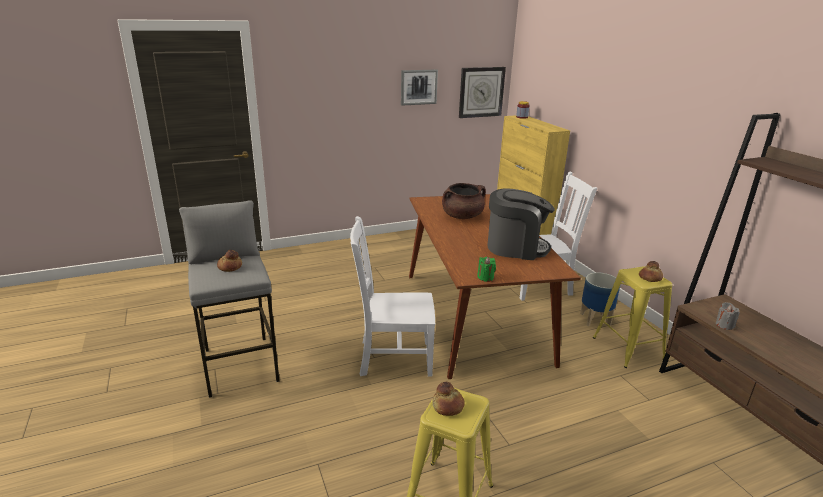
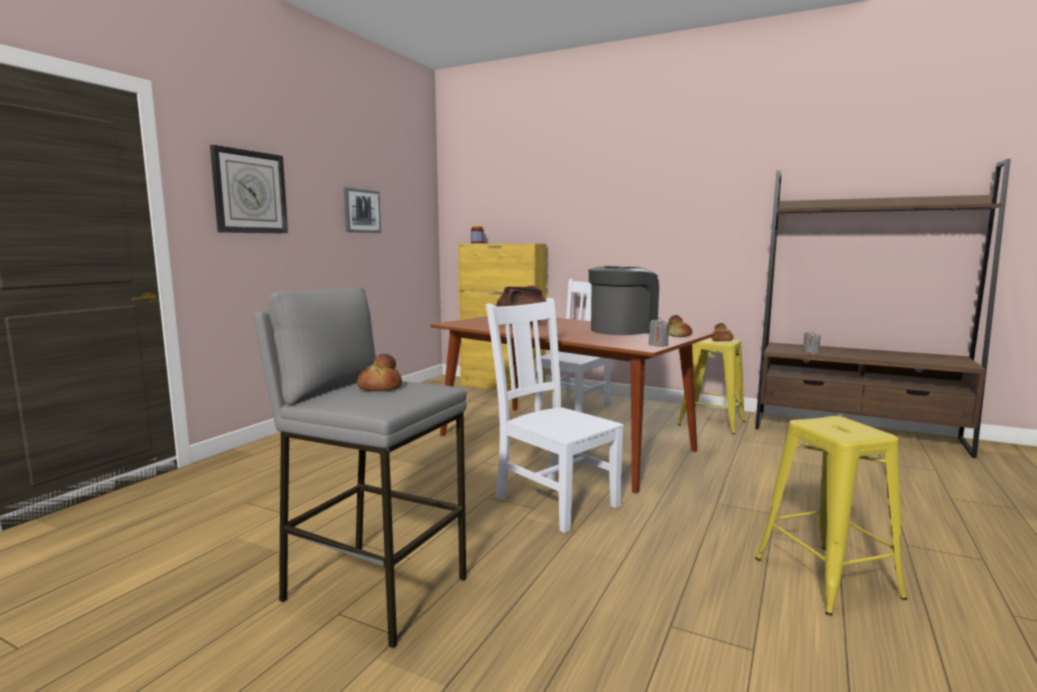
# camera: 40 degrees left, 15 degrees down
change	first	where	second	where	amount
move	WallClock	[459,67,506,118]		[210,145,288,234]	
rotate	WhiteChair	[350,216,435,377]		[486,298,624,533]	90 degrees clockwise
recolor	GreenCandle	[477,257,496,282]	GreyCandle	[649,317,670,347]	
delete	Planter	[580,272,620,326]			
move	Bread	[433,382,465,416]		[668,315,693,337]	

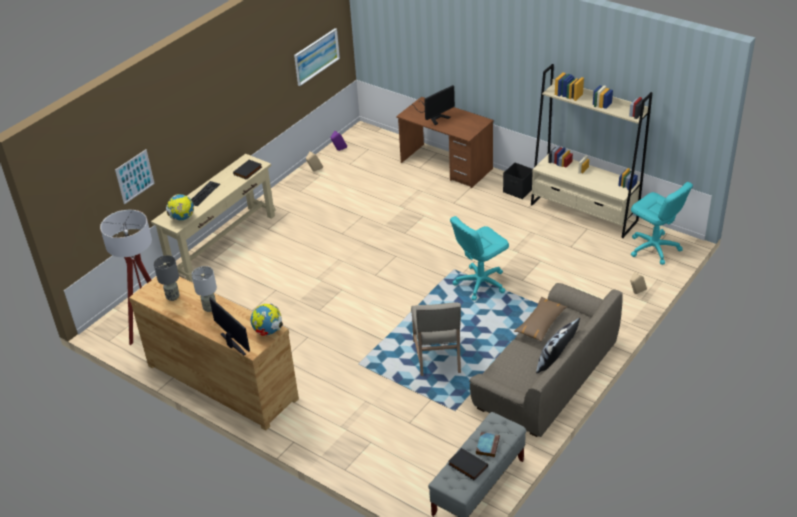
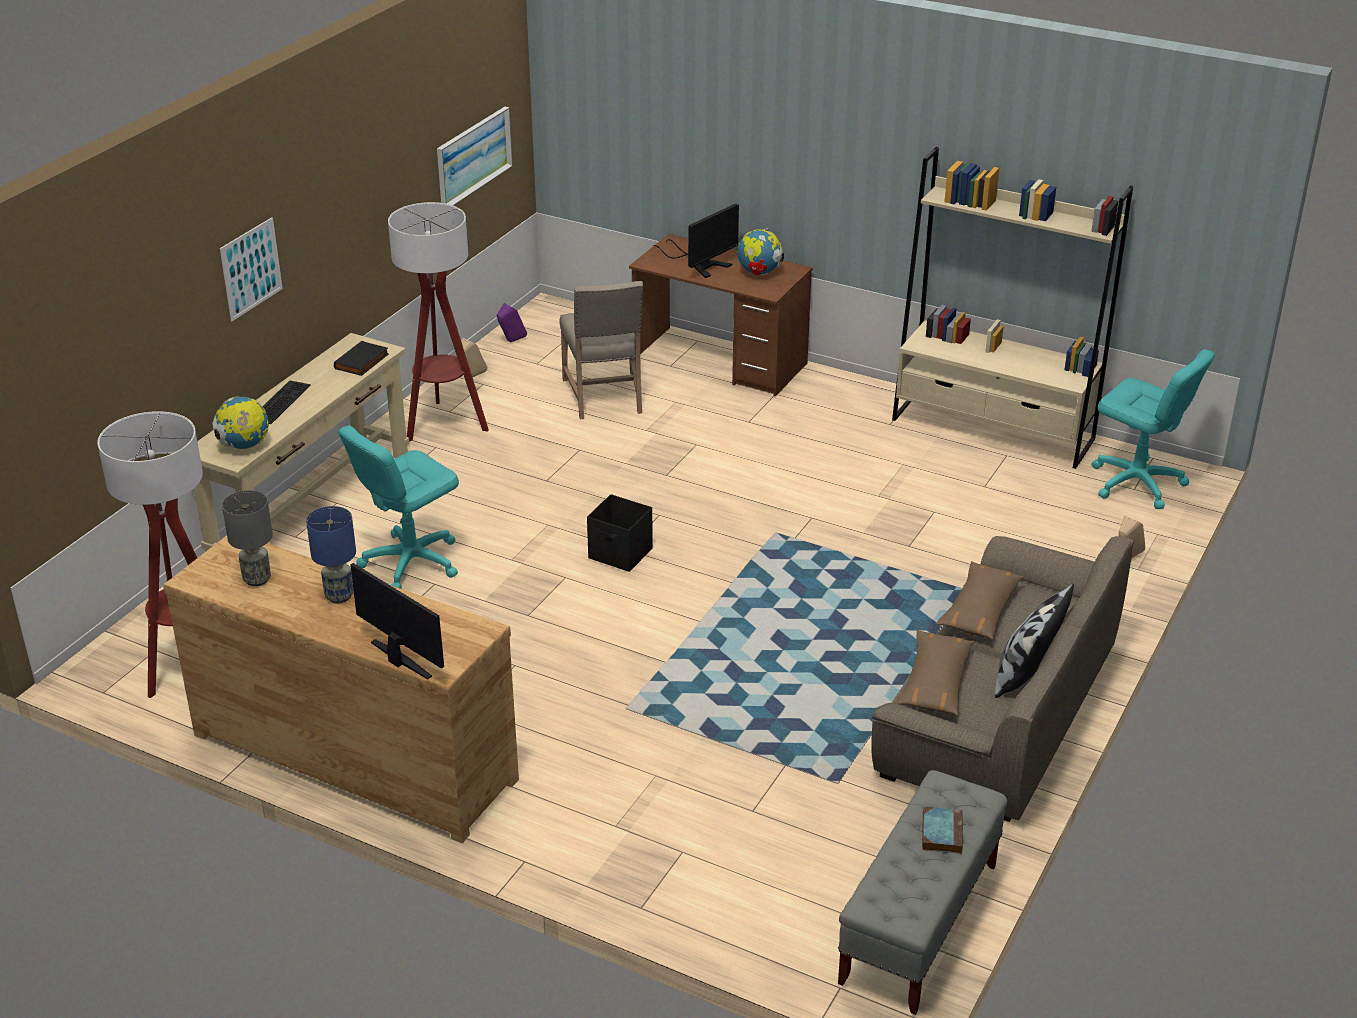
# camera: 10 degrees left, 5 degrees down
change	first	where	second	where	amount
move	Picture	[115,149,155,204]		[220,217,283,321]	
move	BlackStorageBox	[503,163,533,199]		[587,494,653,572]	
move	TurquoiseOfficeChair	[450,216,509,301]		[338,425,459,589]	
recolor	GreyTableLamp	[191,266,217,312]	BlueTableLamp	[306,506,356,603]	
move	BeigeChair	[411,302,461,376]		[559,281,643,420]	
move	Globe	[251,303,283,336]		[737,228,784,275]	
delete	BlackBook	[448,448,488,481]			
insert			FloorLamp	[388,202,489,442]	
insert			BrownPillow	[896,630,975,715]	

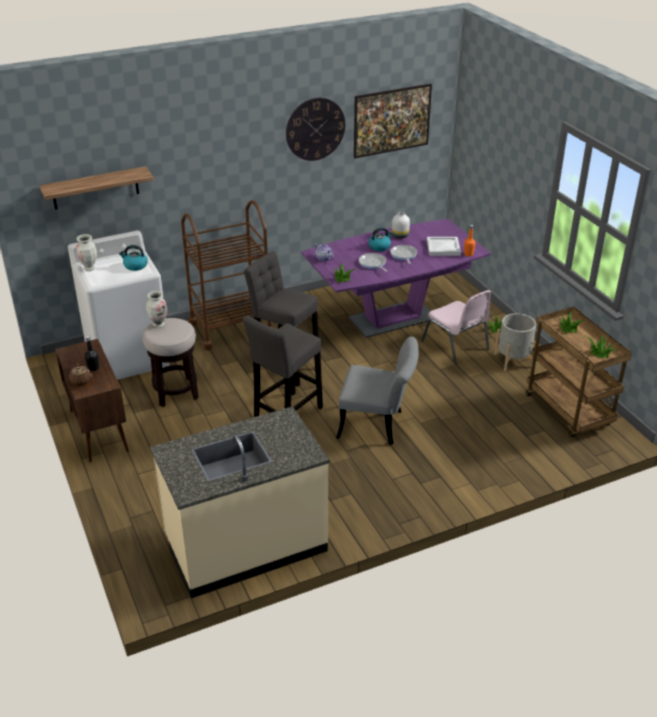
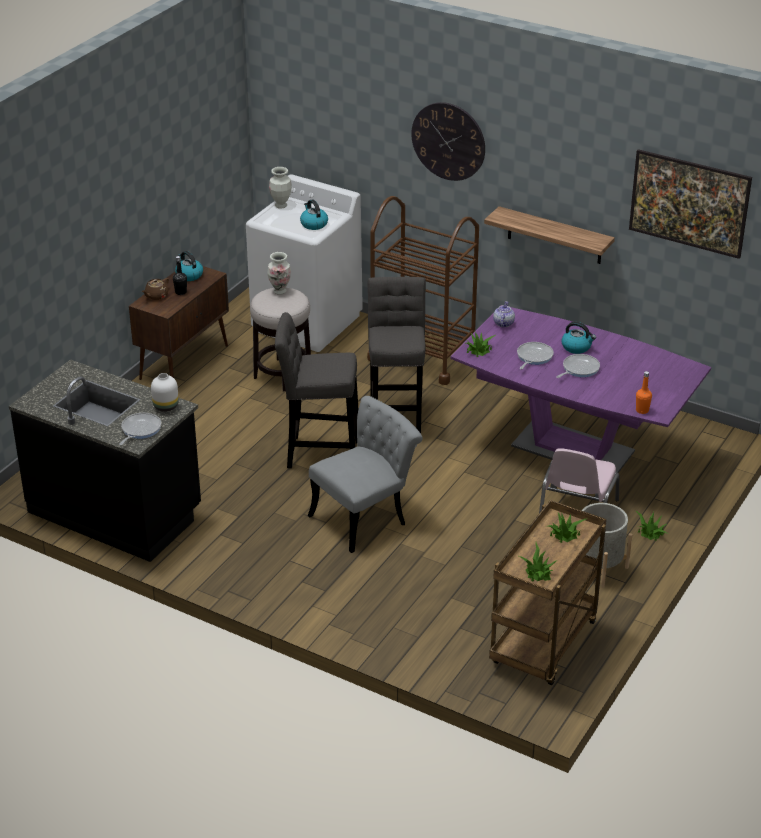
# camera: 55 degrees right, 0 degrees up
change	first	where	second	where	amount
move	WallClock	[286,98,345,161]		[411,102,485,181]	
move	Shelf	[39,166,154,210]		[484,206,615,264]	
move	WhiteVase	[392,212,410,239]		[151,373,179,412]	
delete	WhiteTray	[427,237,461,256]			
rotate	GreyChair	[336,337,419,445]		[308,396,423,553]	105 degrees counterclockwise
recolor	BeigeCounter	[150,406,330,598]	BlackCounter	[9,359,201,562]	
insert			Kettle	[175,251,203,281]	
insert			FryingPan	[119,413,161,445]	

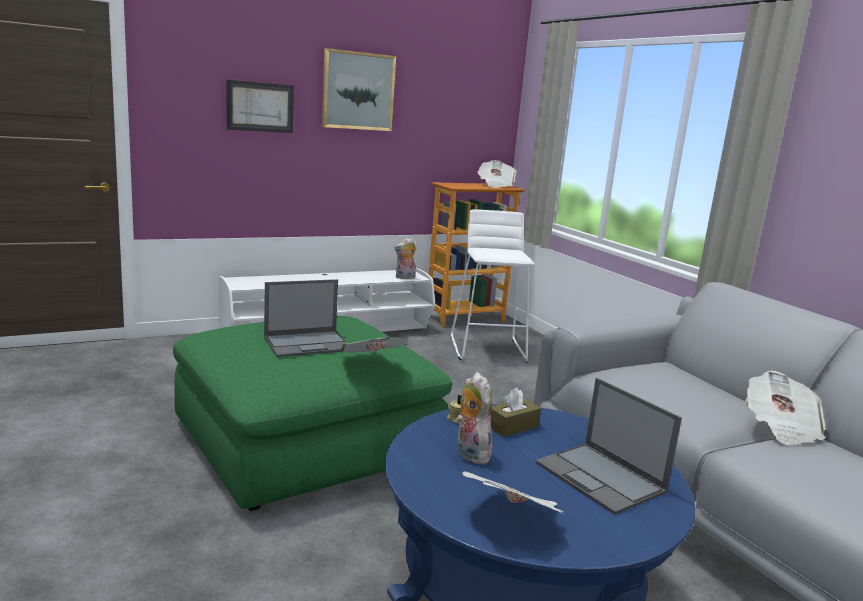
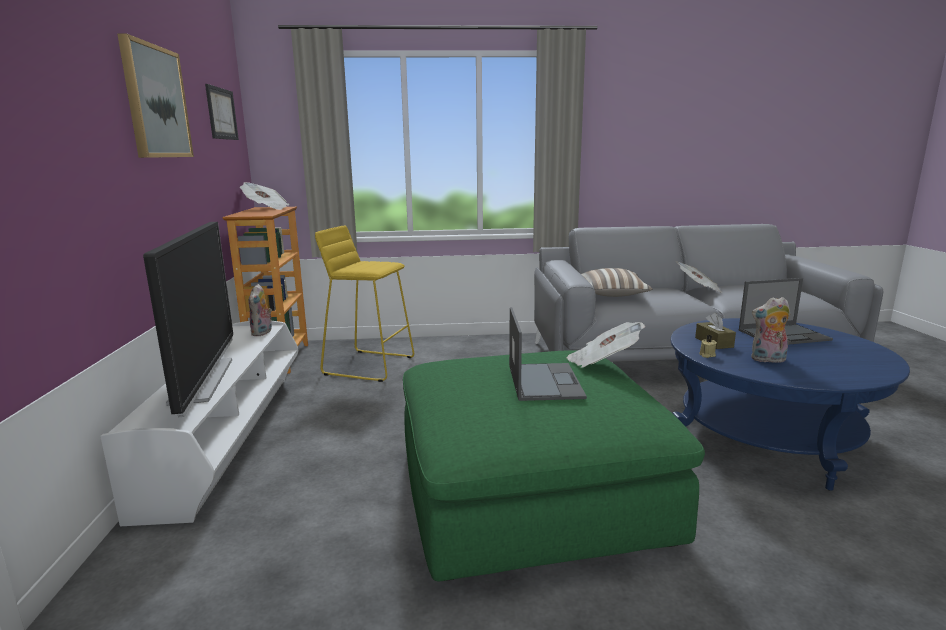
# camera: 65 degrees left, 0 degrees up
change	first	where	second	where	amount
move	Picture	[227,80,294,133]		[205,84,239,140]	
recolor	WhiteStool	[451,209,534,363]	YellowStool	[315,225,414,382]	
delete	Newspaper	[462,471,563,513]			
insert			Television	[143,222,233,417]	
insert			Pillow	[581,268,652,297]	

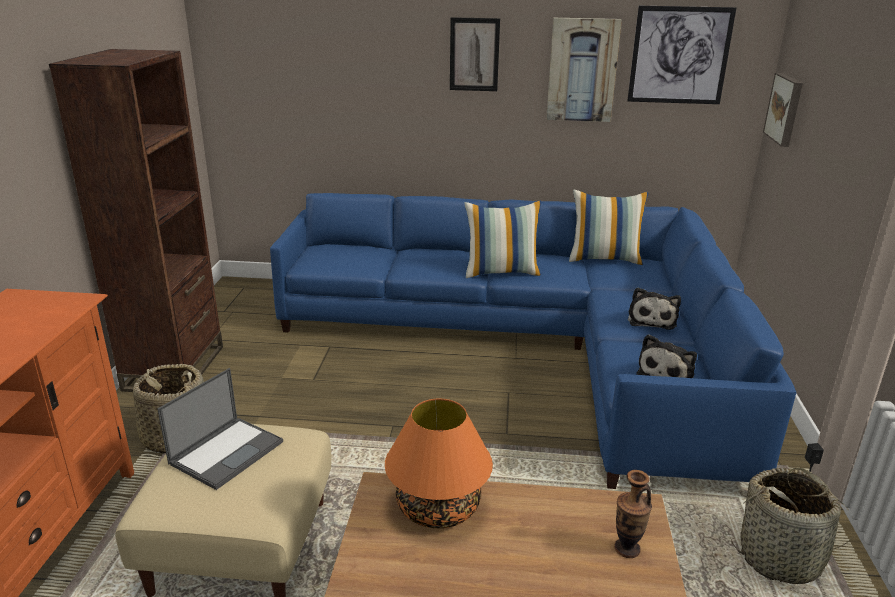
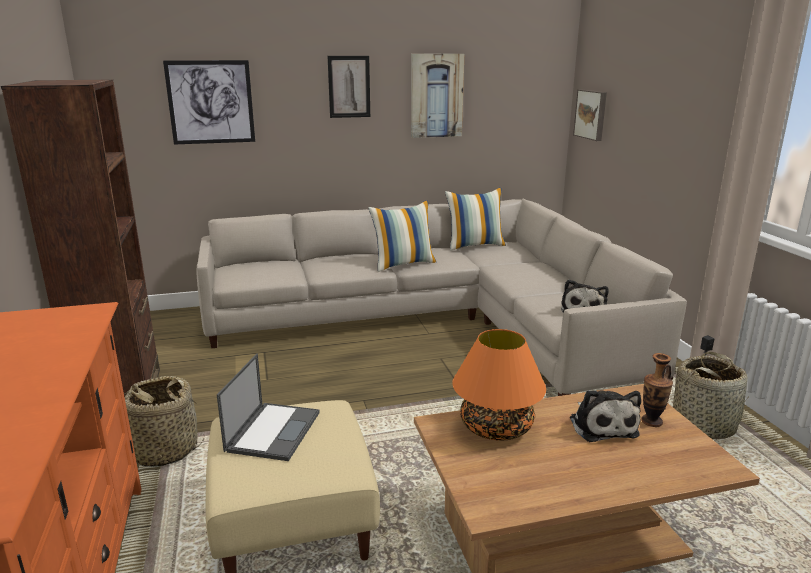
# camera: 20 degrees left, 5 degrees down
change	first	where	second	where	amount
move	Picture	[627,6,736,104]		[163,60,255,144]	
recolor	BlueSofa	[270,193,796,489]	BeigeSofa	[196,199,687,396]	
move	PlushToy	[628,288,681,330]		[570,390,641,442]	

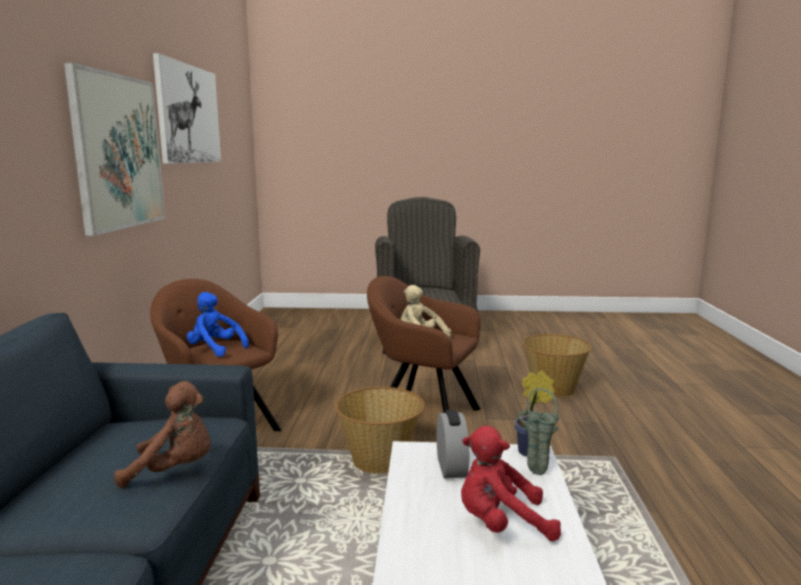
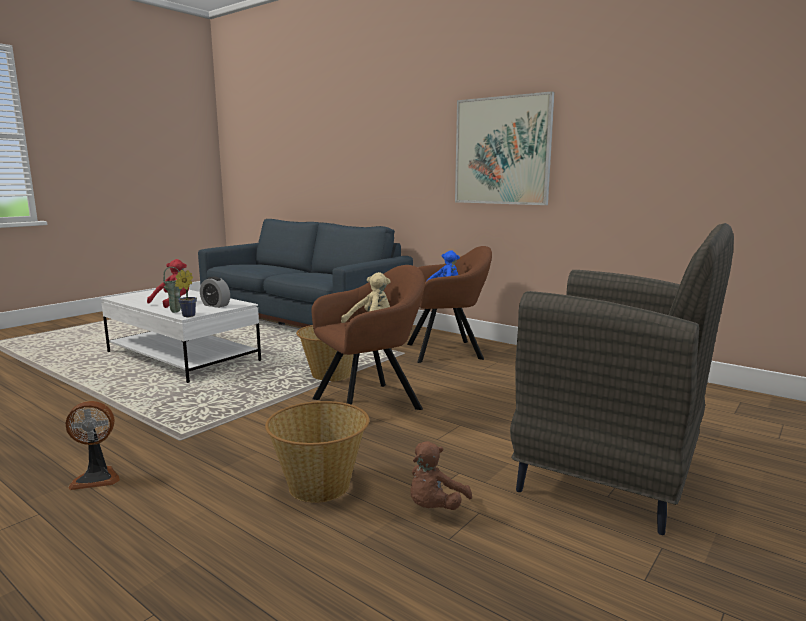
# camera: 125 degrees right, 0 degrees up
change	first	where	second	where	amount
delete	Picture	[153,53,221,164]			
move	BrownPlushToy	[114,381,211,488]		[410,441,472,510]	
insert			Fan	[65,401,120,490]	

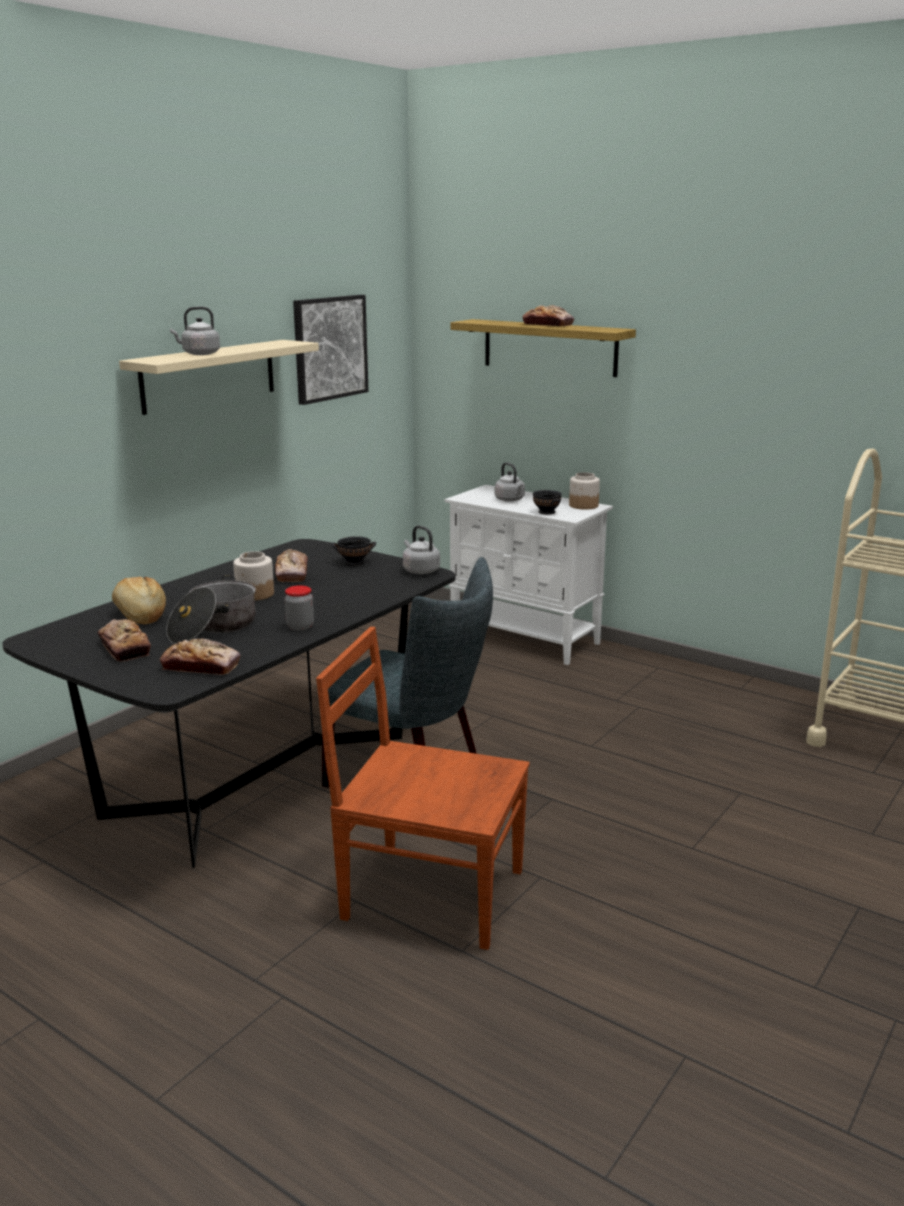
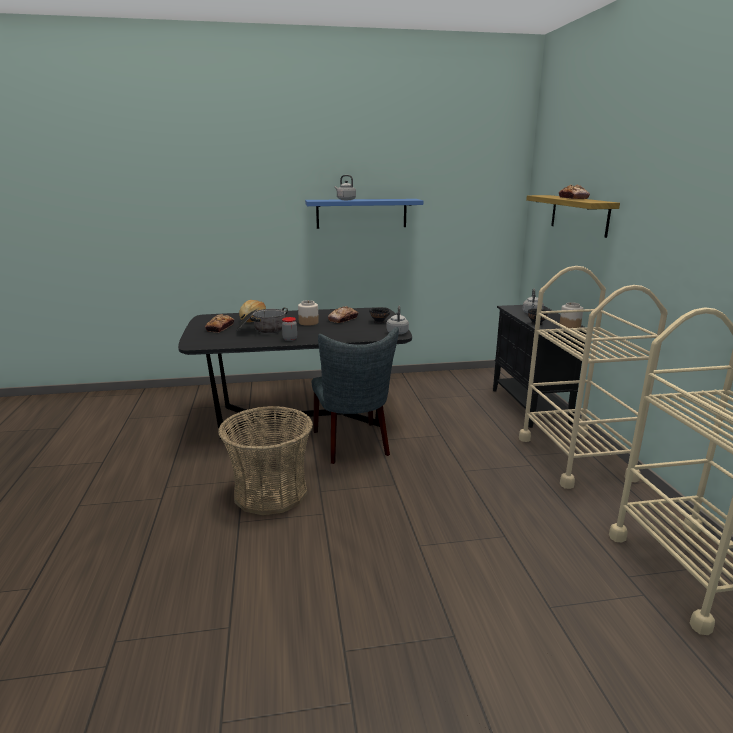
# camera: 45 degrees right, 0 degrees up
change	first	where	second	where	amount
delete	Picture	[293,295,368,405]			
recolor	BeigeShelf	[119,340,319,415]	BlueShelf	[305,199,423,229]	
recolor	WhiteCabinet	[445,485,613,665]	BlackCabinet	[493,305,586,428]	
replace	BrownChair	[316,627,530,950]	Basket	[218,406,313,515]	
delete	Bread	[160,638,240,675]			
insert			BeigeCart	[519,266,668,489]	

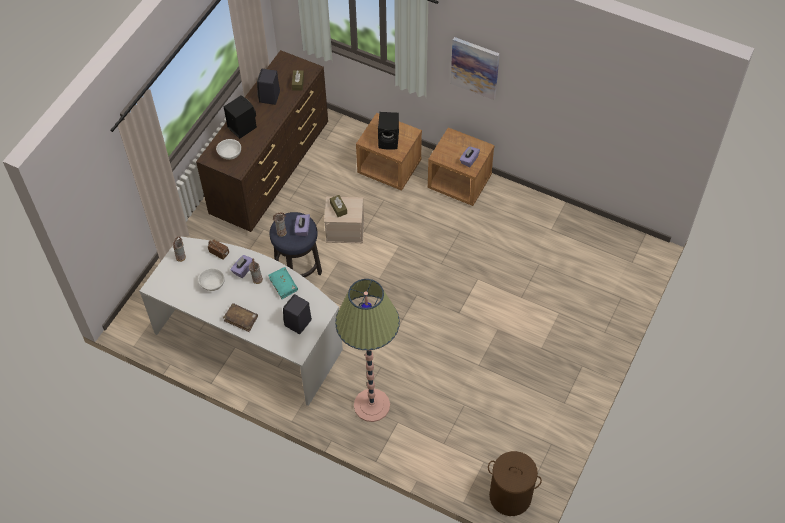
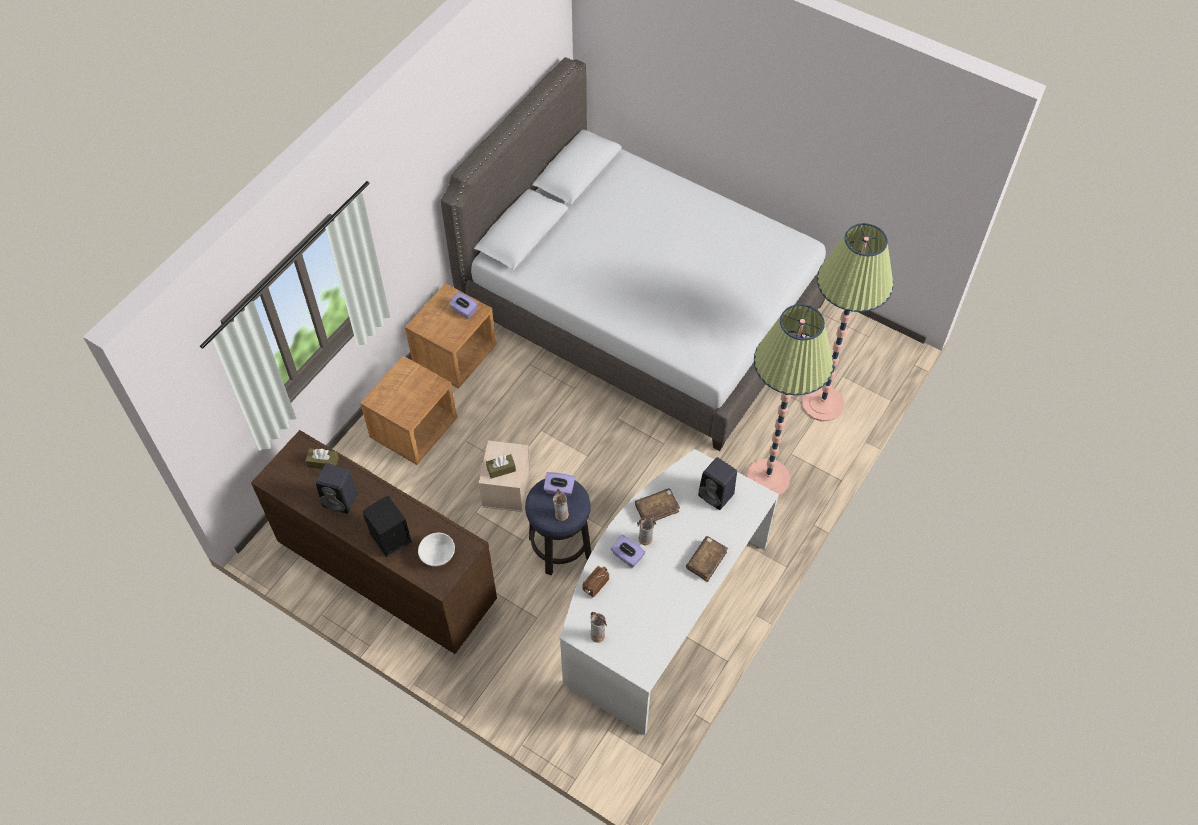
# camera: 85 degrees left, 0 degrees up
change	first	where	second	where	amount
delete	Picture	[451,37,500,100]			
delete	BlackSpeaker	[378,112,399,150]			
recolor	TurquoiseBook	[268,267,298,299]	BrownBook	[635,488,680,521]	
delete	WhiteBowl	[198,268,225,291]			
delete	BrownLaundryBasket	[488,451,542,516]			
insert			GreyBed	[440,57,826,451]	
insert			FloorLamp	[801,223,893,421]	

